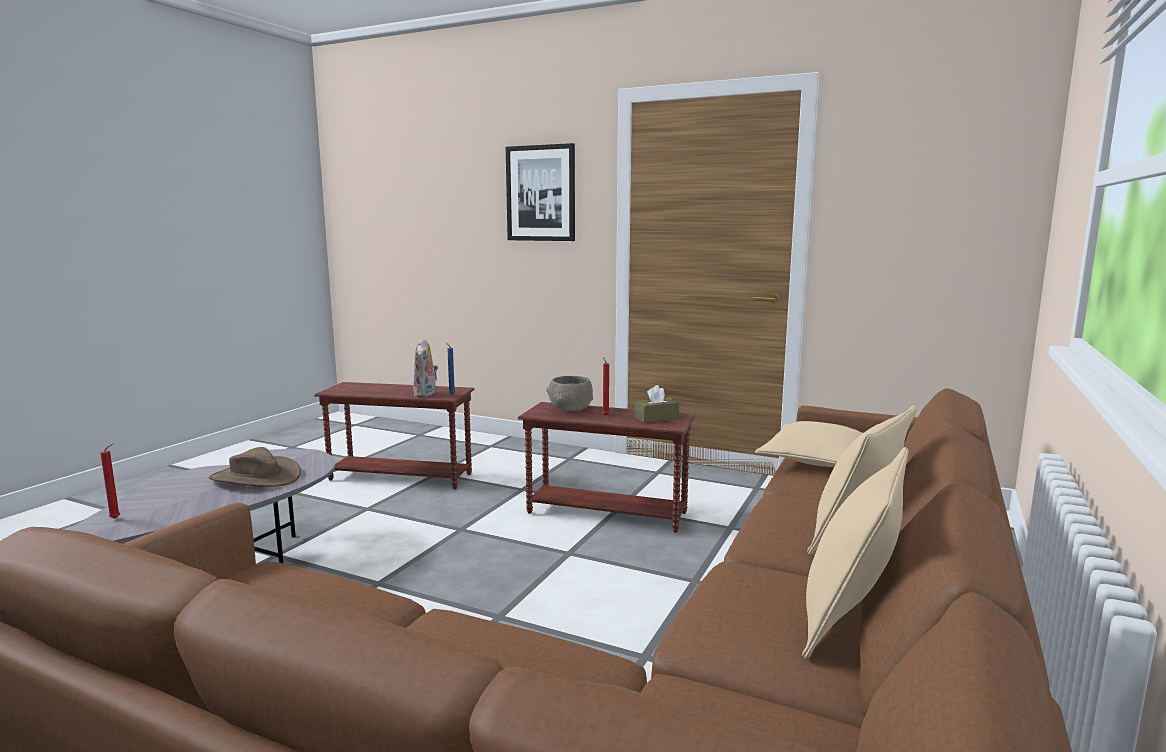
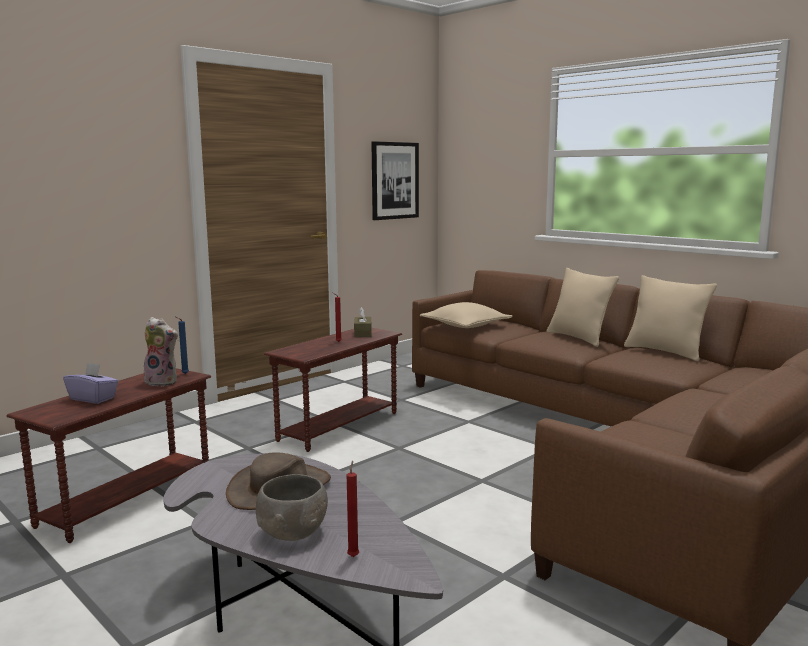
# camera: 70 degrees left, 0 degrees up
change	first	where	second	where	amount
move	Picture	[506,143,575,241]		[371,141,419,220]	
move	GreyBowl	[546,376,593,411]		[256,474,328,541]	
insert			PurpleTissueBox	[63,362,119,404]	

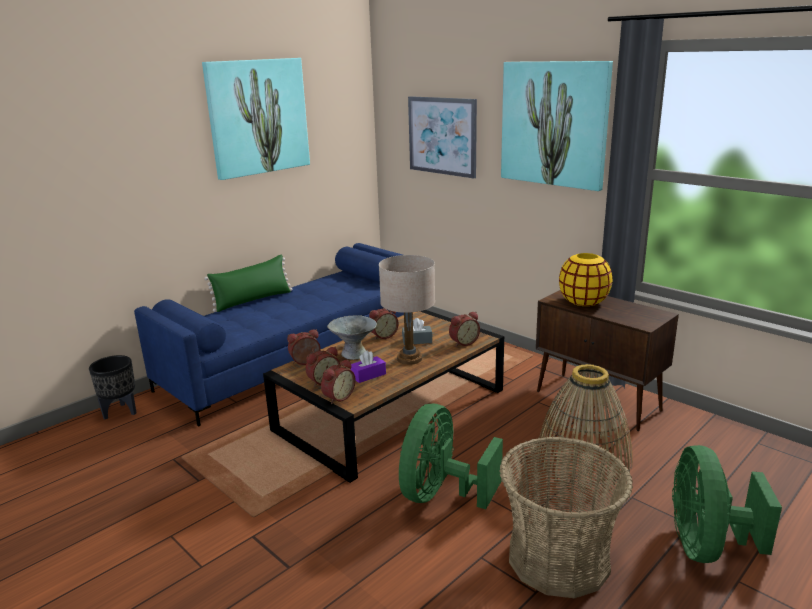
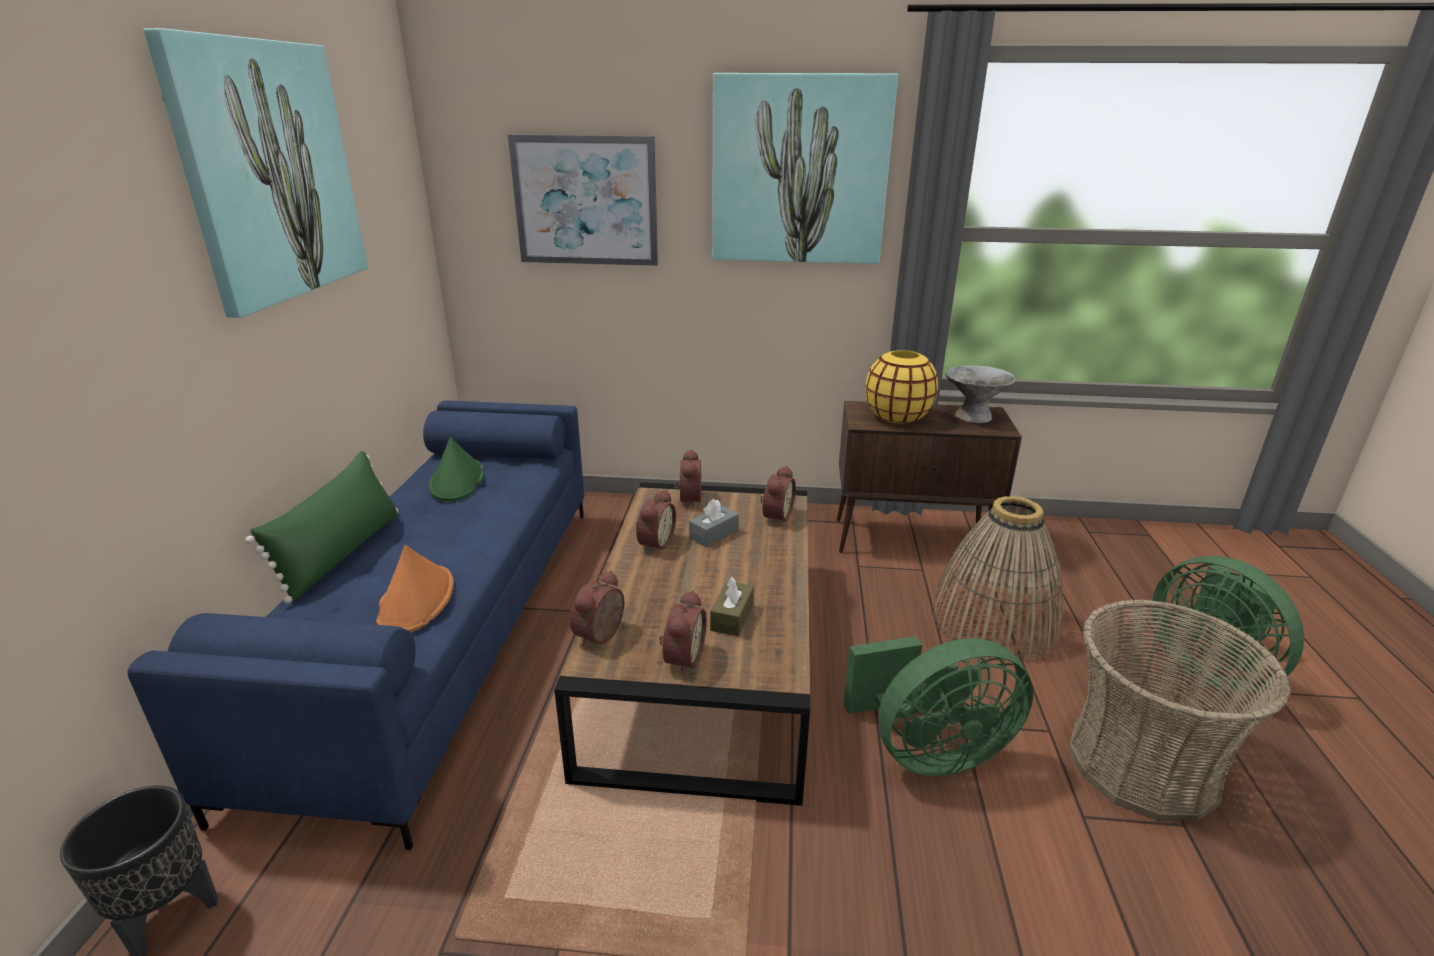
# camera: 40 degrees left, 5 degrees up
change	first	where	second	where	amount
delete	BeigeTableLamp	[379,255,435,365]			
move	GreyBowl	[327,315,377,360]		[945,365,1016,423]	
recolor	PurpleTissueBox	[350,350,386,383]	BrownTissueBox	[710,577,754,636]	
move	AlarmClock	[321,359,356,404]		[674,449,701,507]	
rotate	GreenFan	[399,404,503,509]		[843,636,1033,776]	90 degrees counterclockwise
insert			GreenHat	[429,437,484,501]	
insert			OrangeHat	[376,545,454,632]	

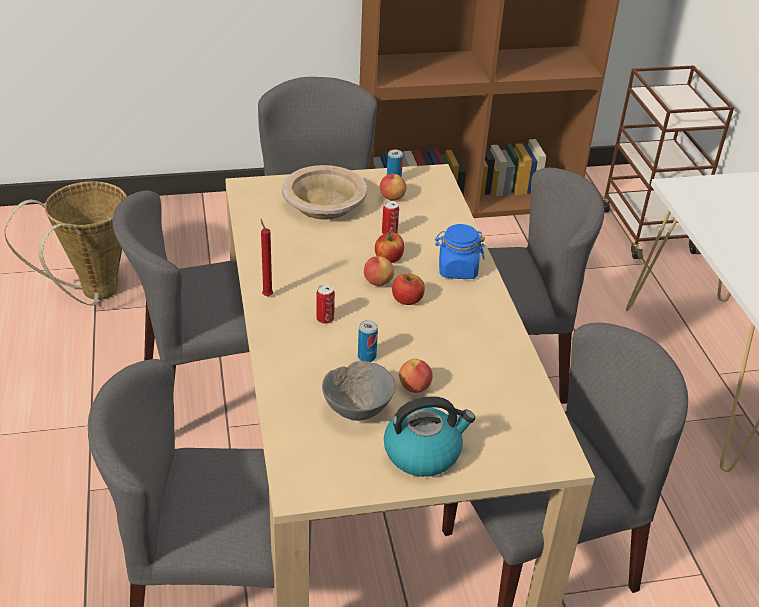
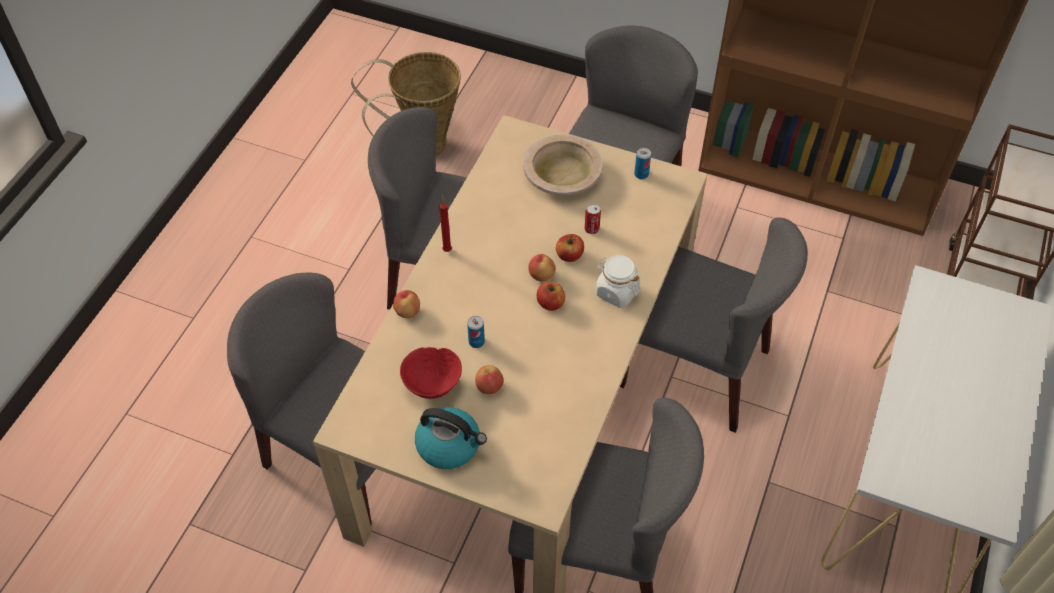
# camera: 35 degrees right, 15 degrees up
change	first	where	second	where	amount
move	Apple	[380,174,407,201]		[393,290,420,318]	
recolor	BlueJar	[435,224,485,279]	WhiteJar	[596,255,641,308]	
delete	Can	[316,284,335,324]			
recolor	GreyBowl	[322,361,396,421]	RedBowl	[400,347,462,399]	

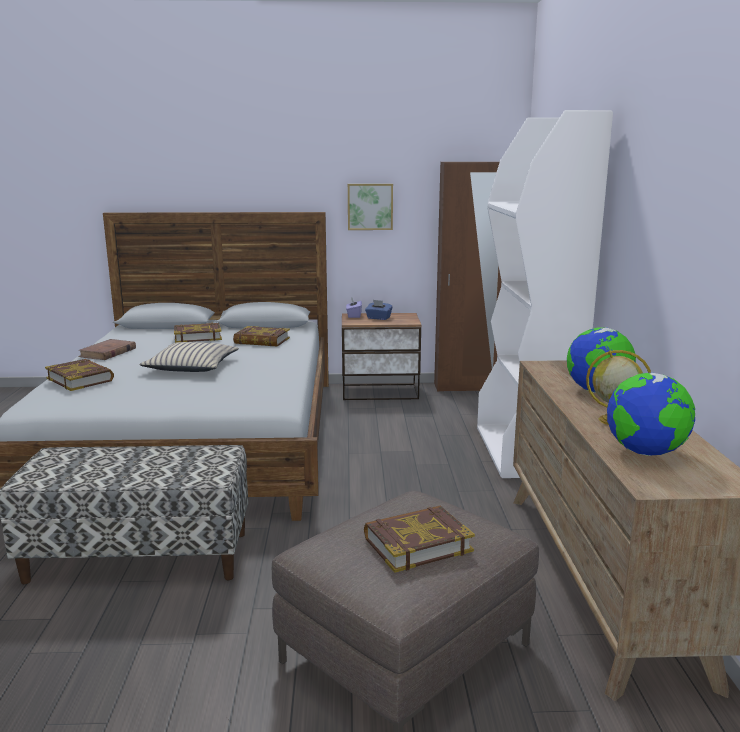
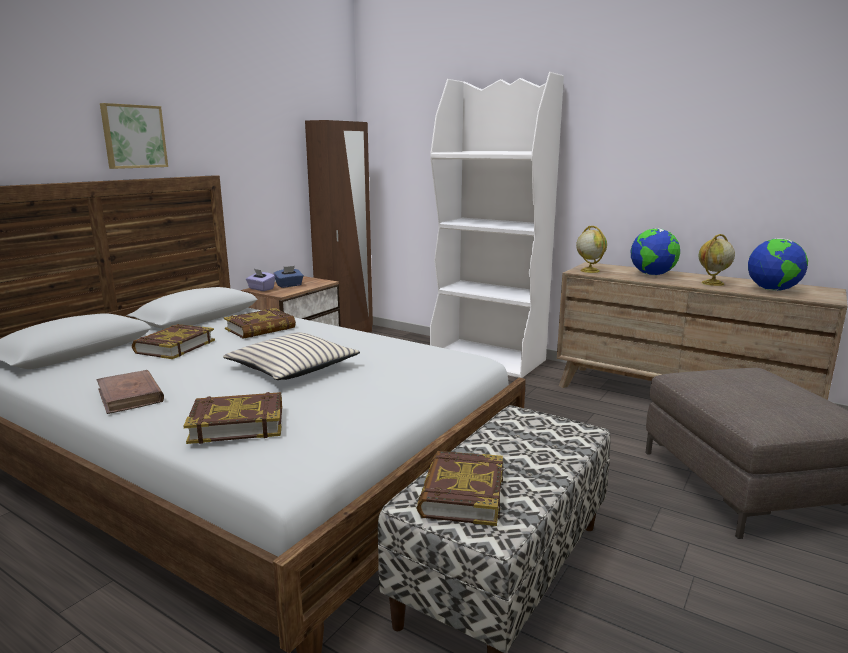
# camera: 55 degrees left, 0 degrees up
change	first	where	second	where	amount
move	Picture	[348,184,393,230]		[100,103,168,169]	
move	Book	[364,506,475,573]		[417,451,503,526]	
insert			Globe	[576,226,607,273]	

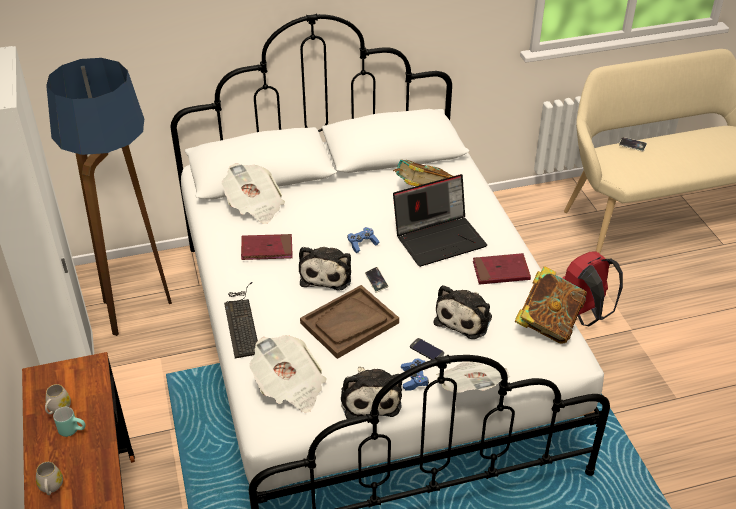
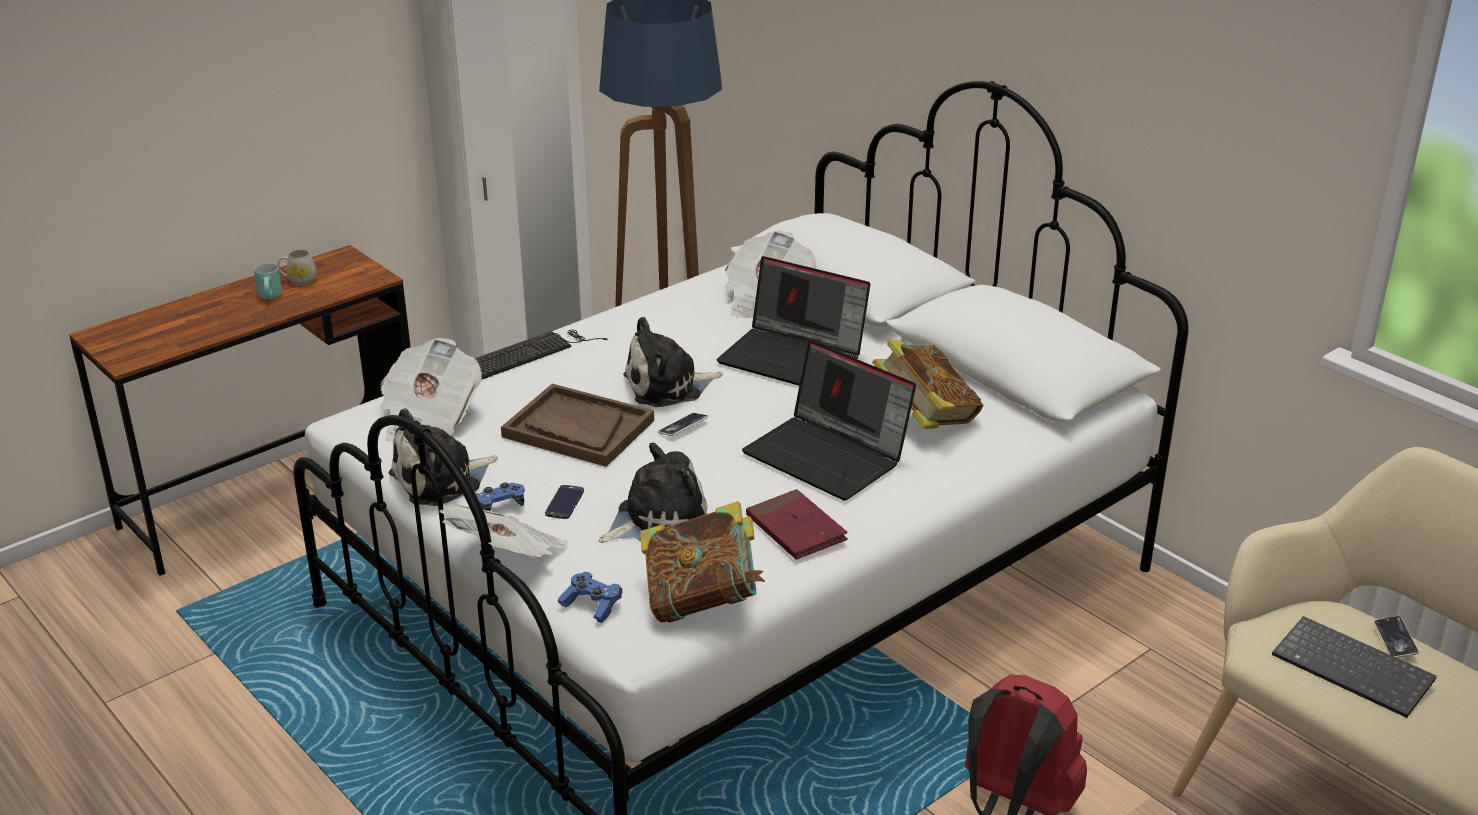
# camera: 65 degrees right, 10 degrees down
change	first	where	second	where	amount
move	BlueGameController	[347,227,379,253]		[558,572,622,623]	
delete	RedBook	[241,234,293,260]			
rotate	PlushToy	[434,285,492,339]		[599,442,708,543]	150 degrees clockwise
delete	WhiteMug	[36,462,63,495]			
insert			Laptop	[717,256,870,386]	
insert			Keyboard	[1272,616,1437,718]	

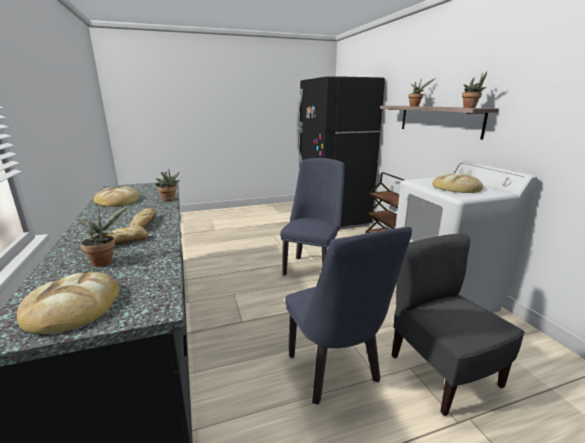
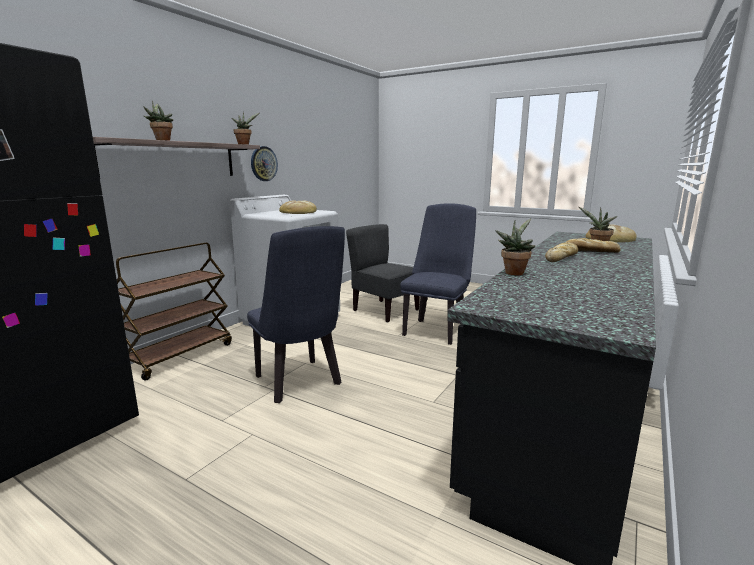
# camera: 130 degrees left, 5 degrees down
change	first	where	second	where	amount
rotate	BlueChair	[280,158,345,276]		[247,226,345,403]	105 degrees counterclockwise
delete	Bread	[94,187,140,207]			
rotate	GreyChair	[391,234,525,416]		[346,224,420,323]	105 degrees clockwise
insert			WallClock	[251,146,278,181]	

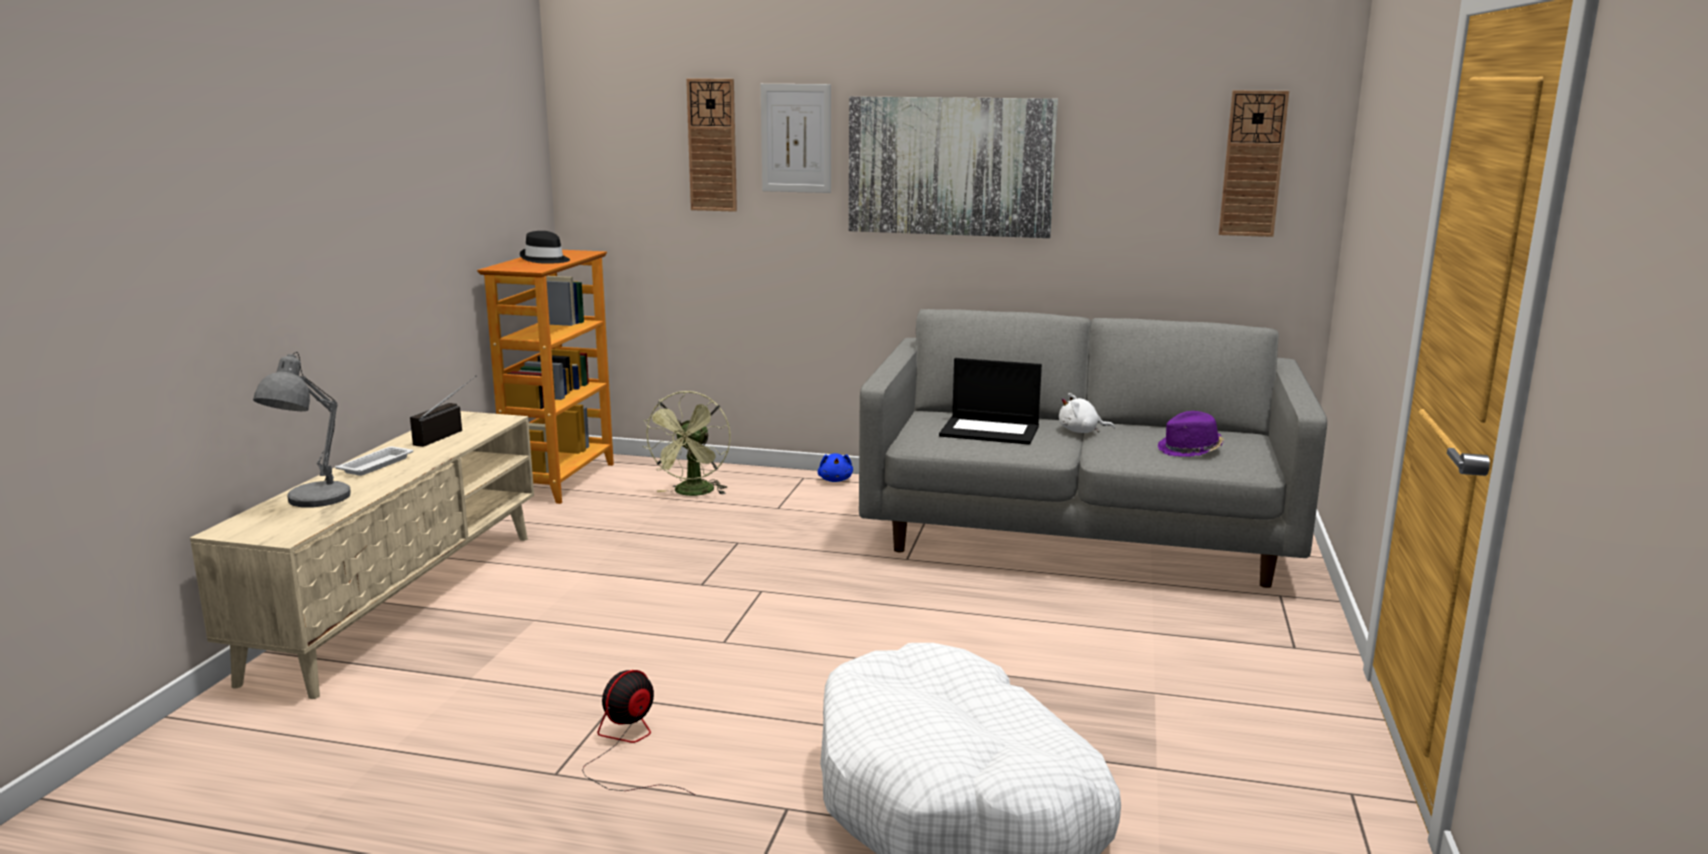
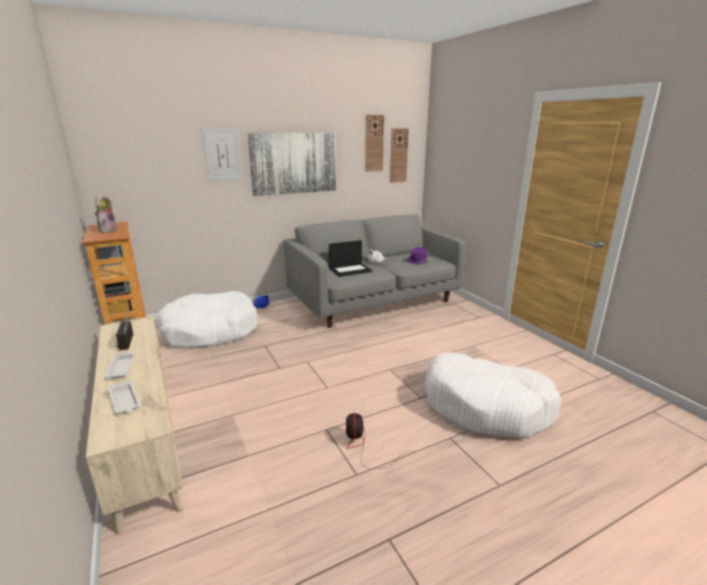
# camera: 40 degrees left, 5 degrees up
change	first	where	second	where	amount
move	WallClock	[686,78,737,212]		[365,115,384,172]	
replace	BlackHat	[520,231,570,264]	PlushToy	[95,193,117,233]	
replace	GreyTableLamp	[253,352,350,507]	WhiteTray	[108,381,141,414]	
replace	GreenFan	[642,391,731,496]	WhiteDogBed	[156,291,258,349]	

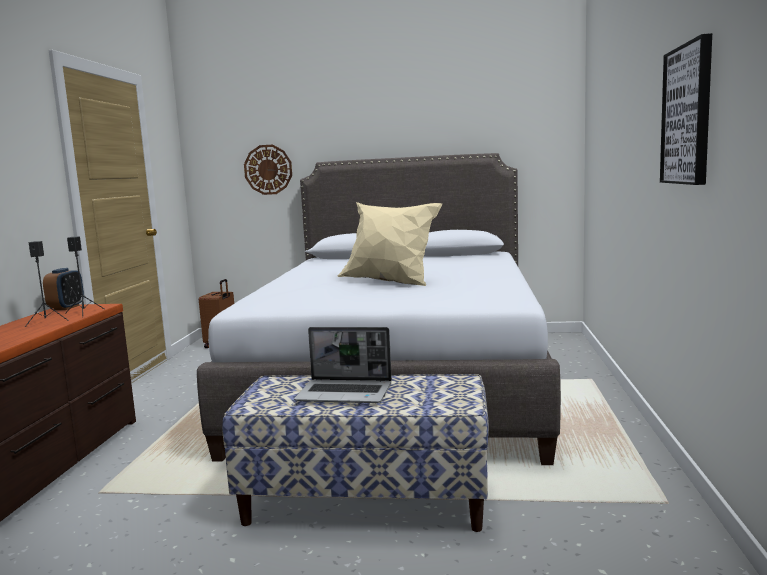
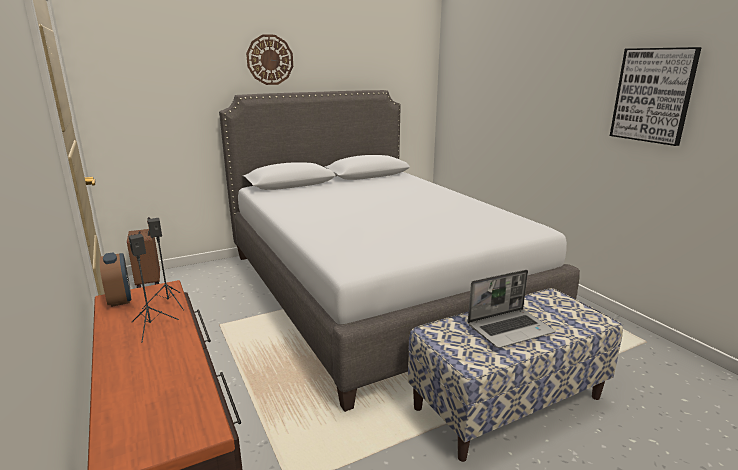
# camera: 35 degrees left, 10 degrees up
change	first	where	second	where	amount
move	WallClock	[244,145,292,195]		[246,34,293,85]	
delete	BeigePillow	[338,202,442,286]			

